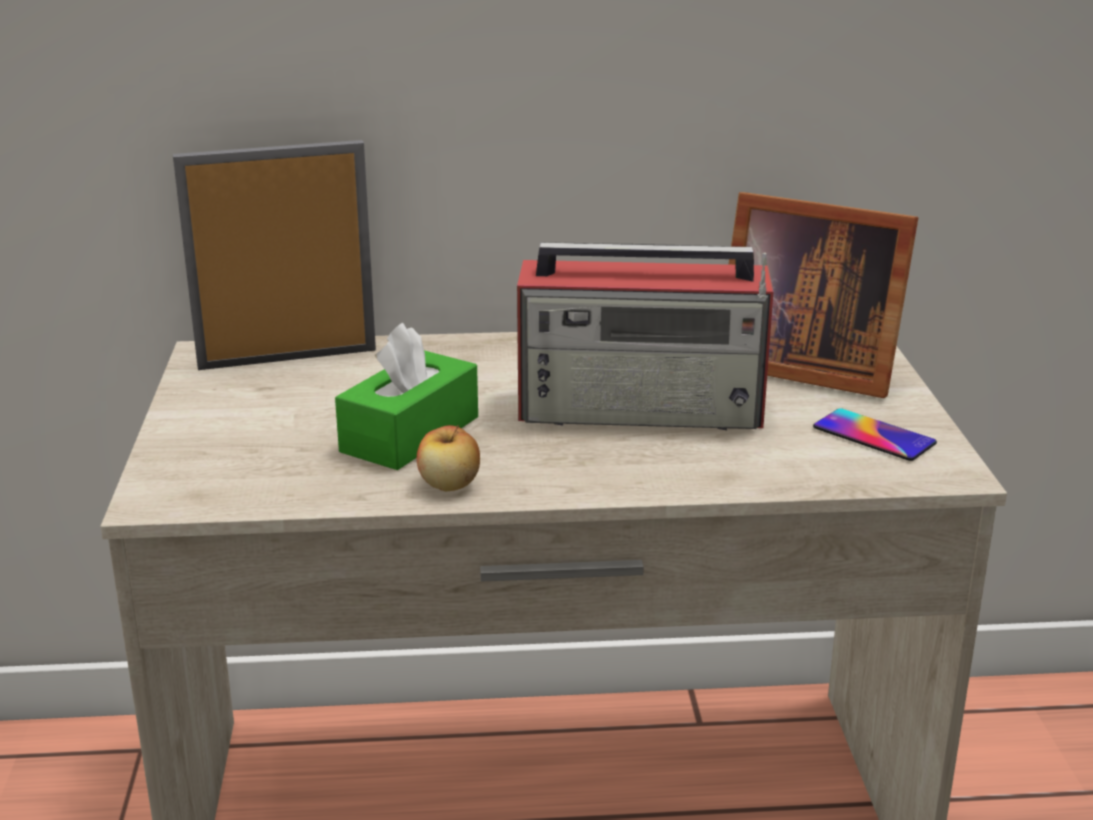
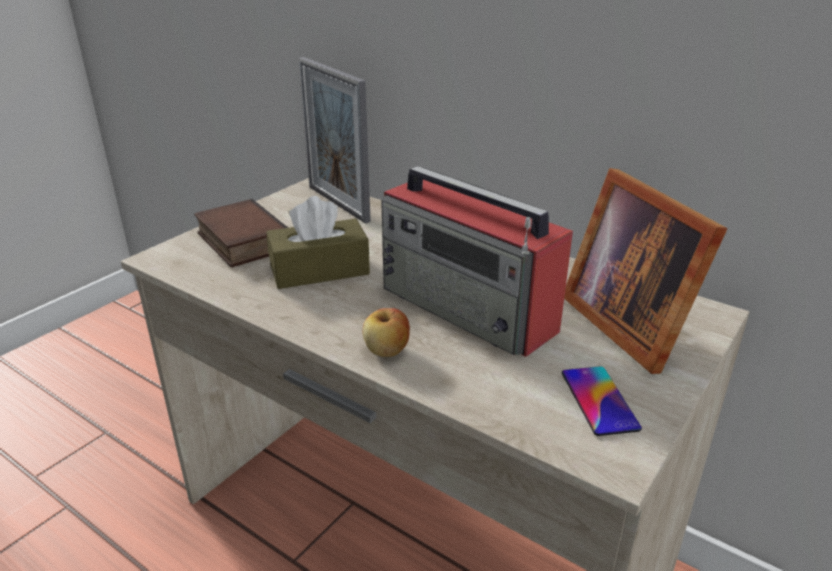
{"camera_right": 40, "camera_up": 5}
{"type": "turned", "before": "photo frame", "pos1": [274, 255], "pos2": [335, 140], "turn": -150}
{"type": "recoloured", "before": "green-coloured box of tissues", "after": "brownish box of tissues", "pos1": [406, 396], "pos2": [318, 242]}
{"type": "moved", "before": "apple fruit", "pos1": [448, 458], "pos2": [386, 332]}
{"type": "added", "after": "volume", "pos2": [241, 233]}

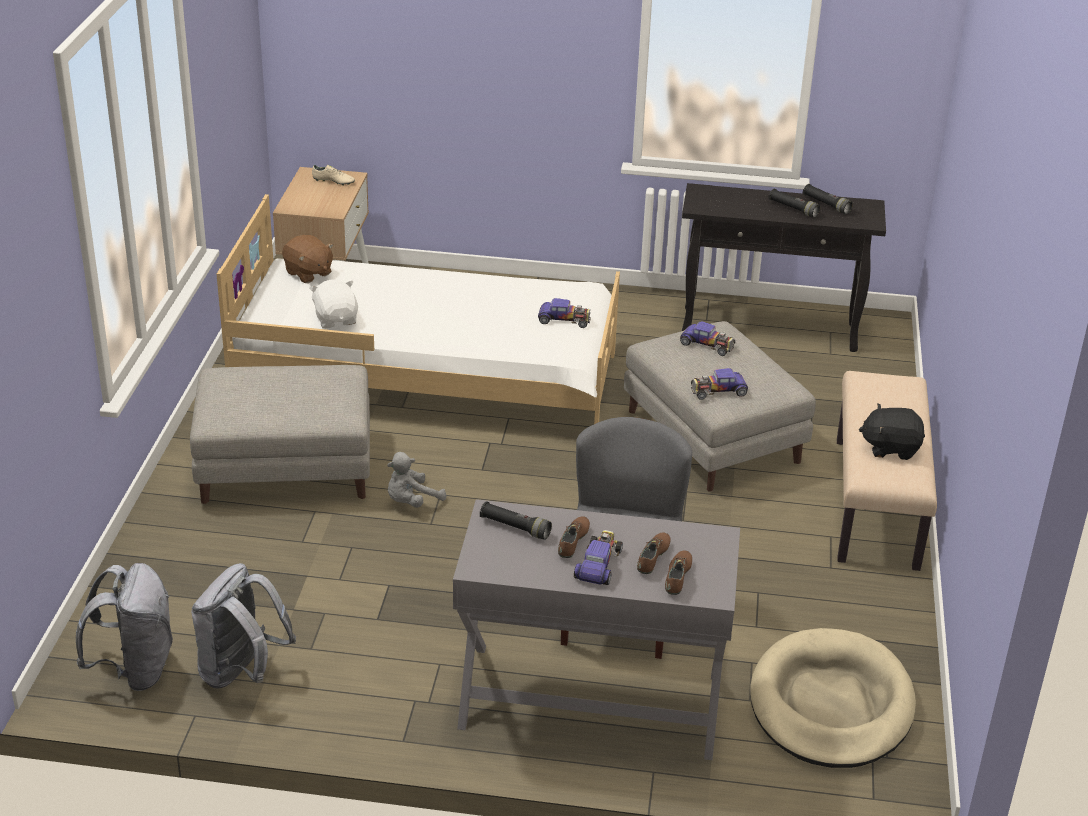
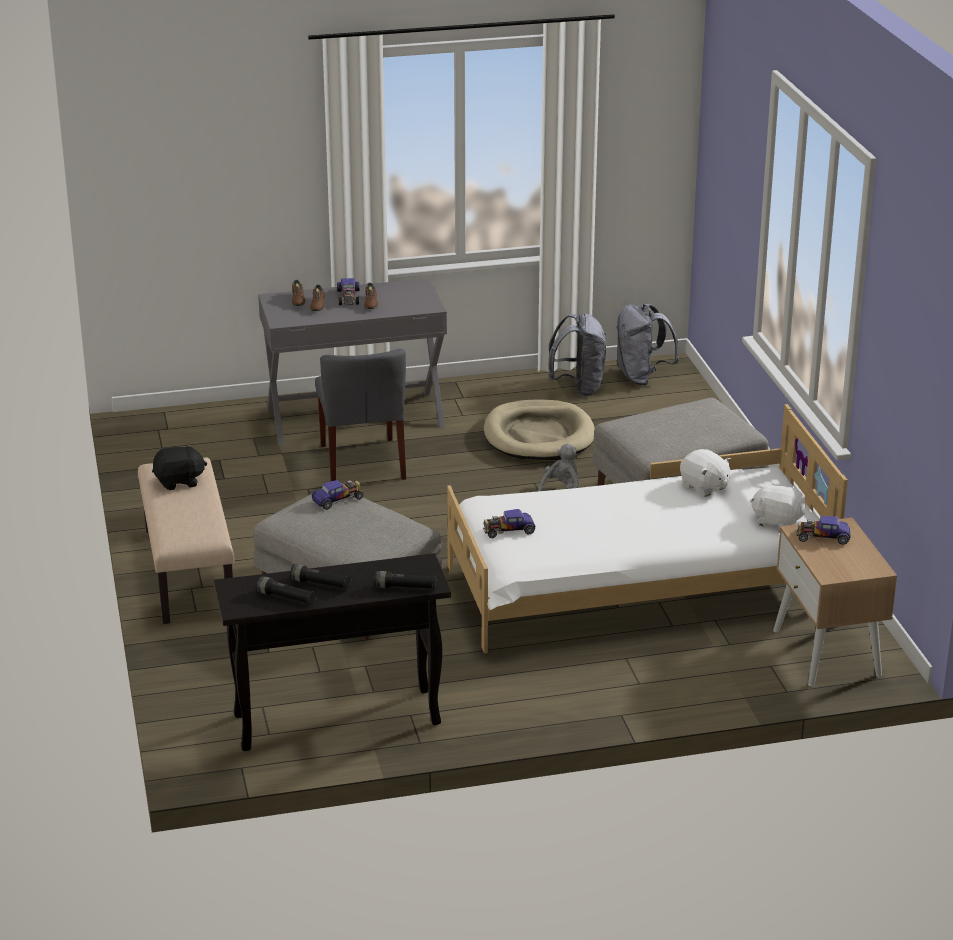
{"camera_right": 160, "camera_up": -5}
{"type": "recoloured", "before": "brownish cuddly toy", "after": "whitish cuddly toy", "pos1": [307, 259], "pos2": [778, 505]}
{"type": "removed", "before": "beige shoe", "pos1": [333, 175]}
{"type": "moved", "before": "blackish hand torch", "pos1": [516, 520], "pos2": [405, 580]}
{"type": "moved", "before": "miniature car", "pos1": [707, 338], "pos2": [824, 530]}
{"type": "moved", "before": "beige pet bed", "pos1": [833, 698], "pos2": [539, 429]}

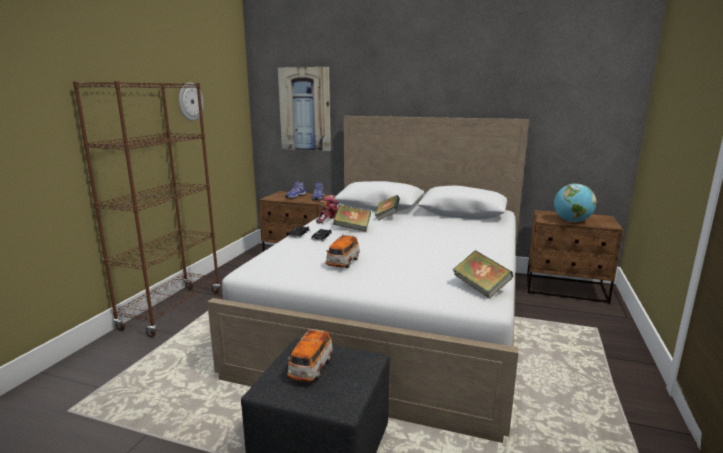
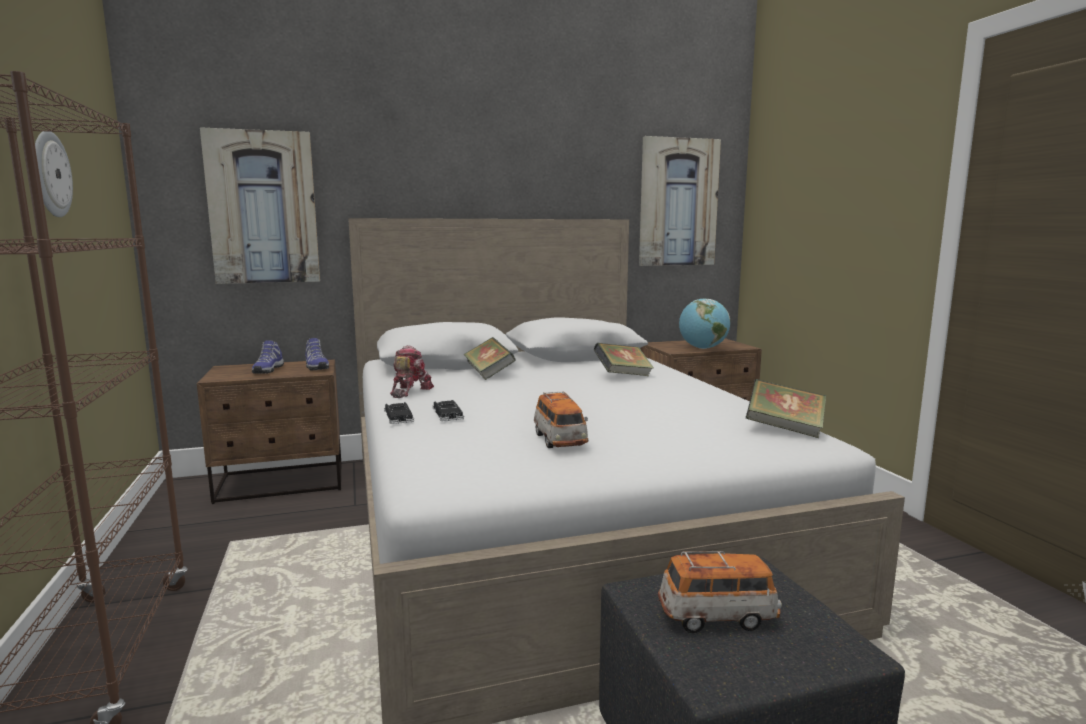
{"camera_right": -35, "camera_up": -5}
{"type": "turned", "before": "miniature car", "pos1": [310, 355], "pos2": [720, 592], "turn": -75}
{"type": "moved", "before": "volume", "pos1": [352, 218], "pos2": [624, 359]}
{"type": "added", "after": "wall art", "pos2": [680, 201]}

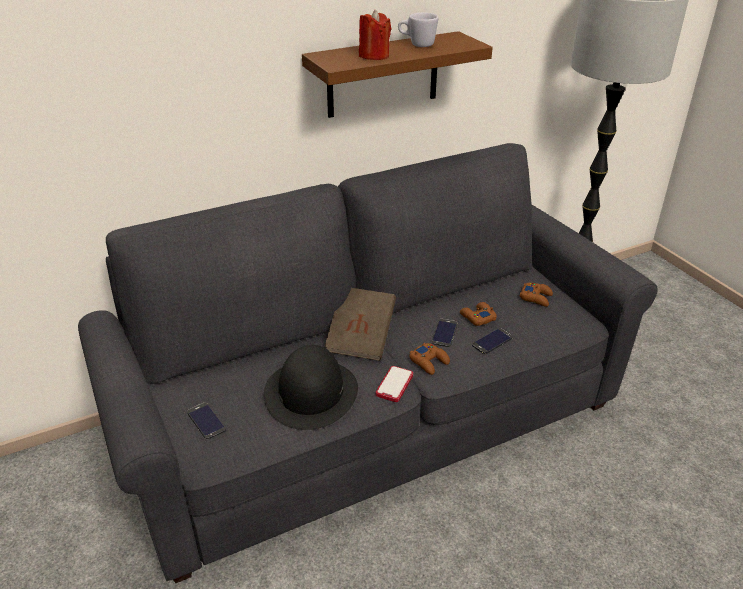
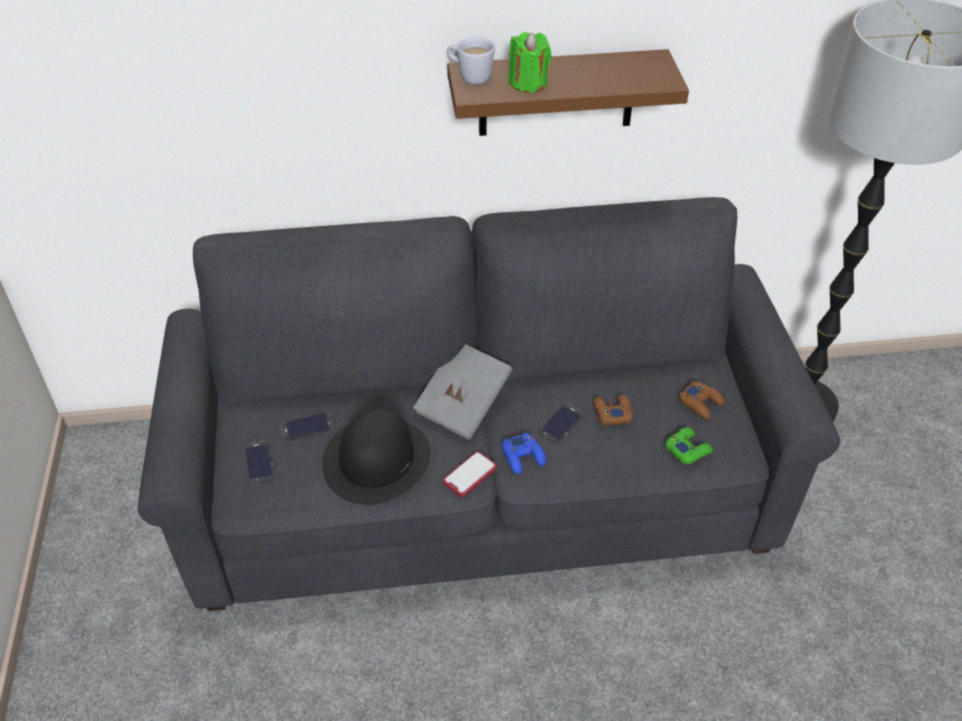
{"camera_right": 20, "camera_up": 10}
{"type": "recoloured", "before": "brownish volume", "after": "grey volume", "pos1": [360, 324], "pos2": [463, 392]}
{"type": "recoloured", "before": "reddish candle", "after": "green-coloured candle", "pos1": [375, 35], "pos2": [530, 62]}
{"type": "moved", "before": "whitish tea mug", "pos1": [418, 29], "pos2": [471, 60]}
{"type": "recoloured", "before": "brownish game controller", "after": "blue game controller", "pos1": [429, 359], "pos2": [523, 453]}
{"type": "moved", "before": "telephone", "pos1": [492, 341], "pos2": [307, 426]}
{"type": "added", "after": "green-coloured game controller", "pos2": [689, 445]}

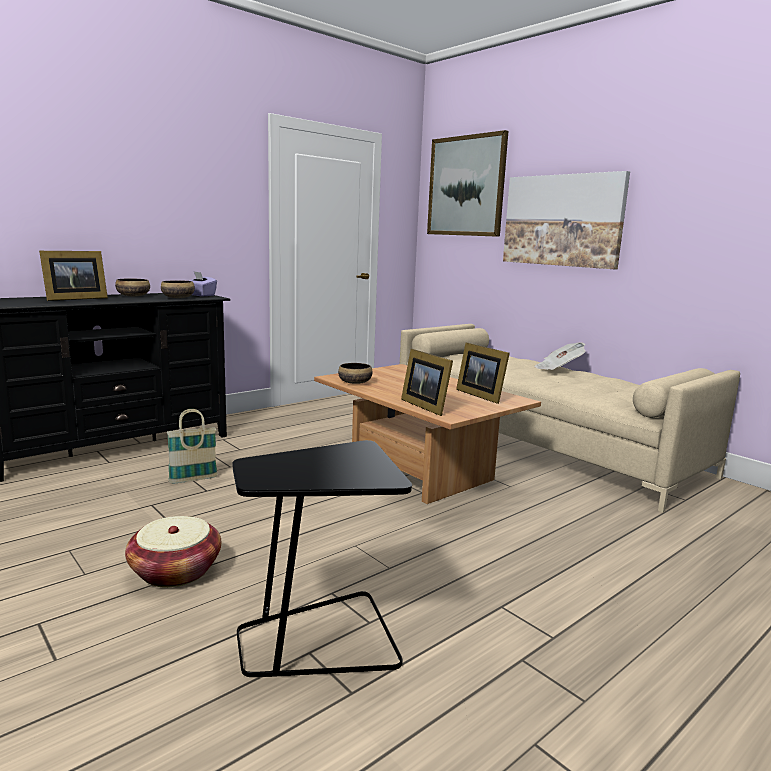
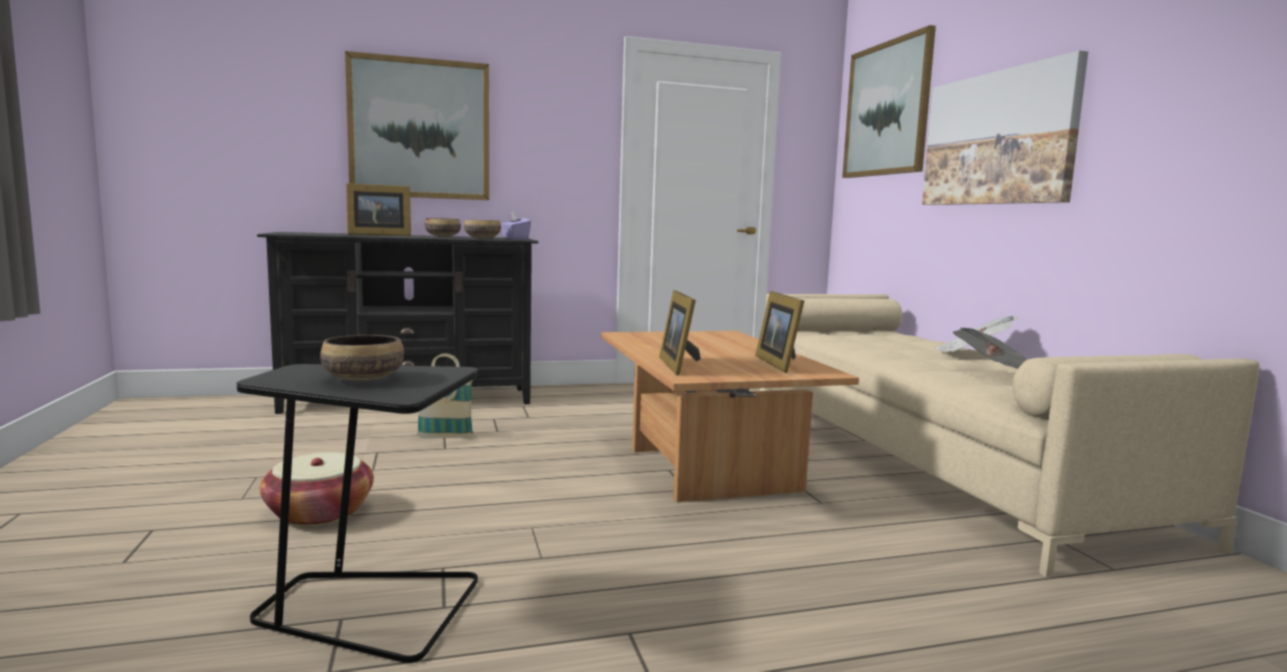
{"camera_right": 25, "camera_up": -5}
{"type": "moved", "before": "bowl", "pos1": [355, 373], "pos2": [362, 358]}
{"type": "added", "after": "wall art", "pos2": [417, 125]}
{"type": "added", "after": "printed paper", "pos2": [989, 348]}

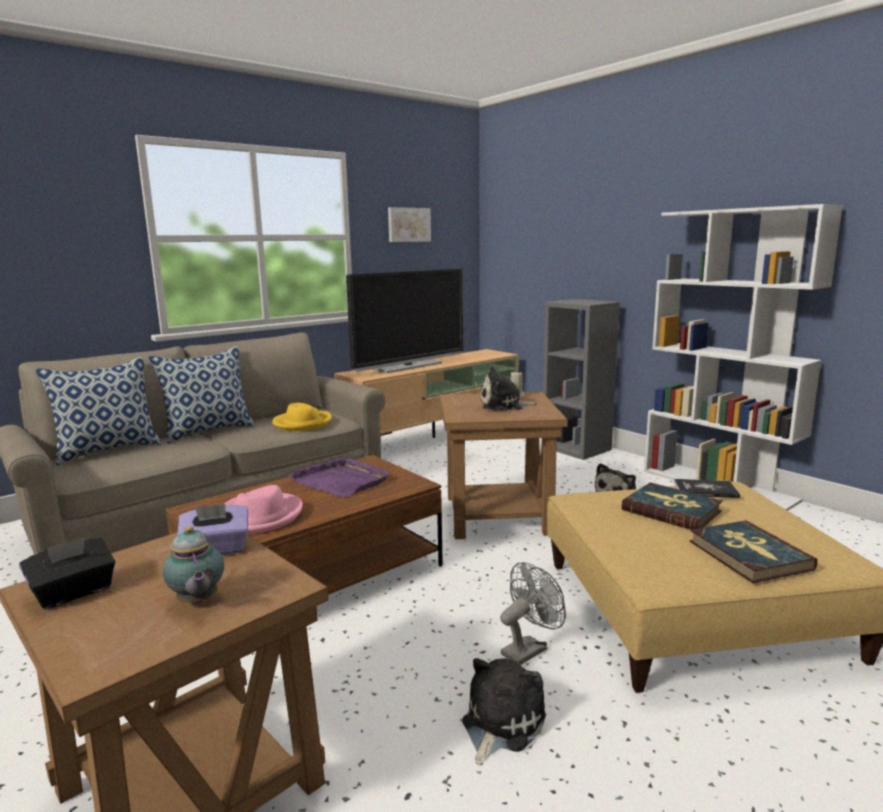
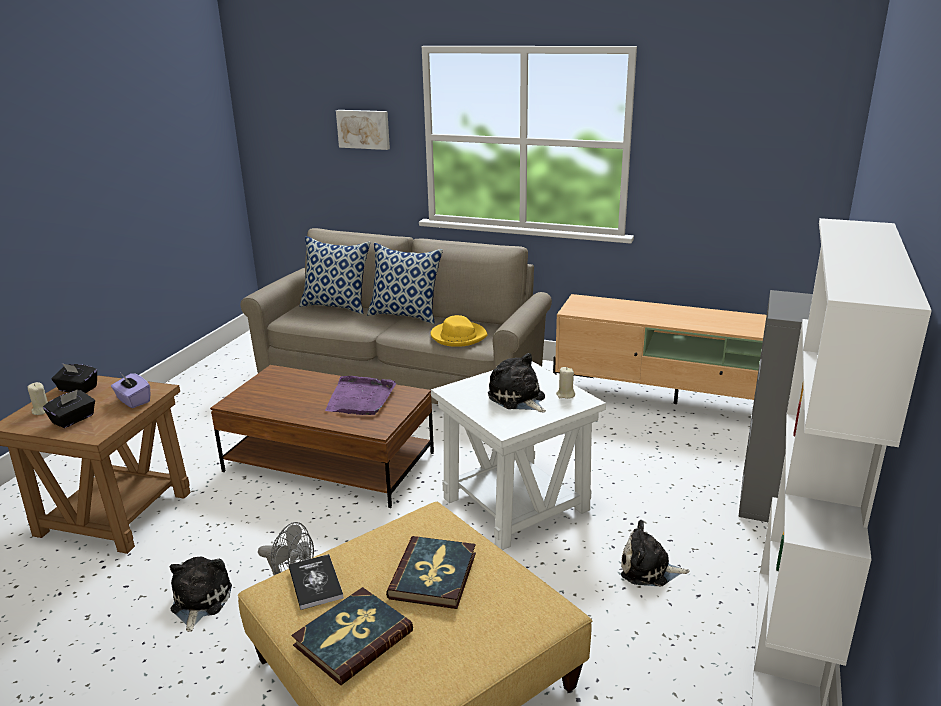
{"camera_right": 60, "camera_up": 10}
{"type": "replaced", "before": "teapot", "after": "blackish box of tissues", "pos1": [193, 565], "pos2": [69, 408]}
{"type": "removed", "before": "pinkish clothing hat", "pos1": [263, 509]}
{"type": "removed", "before": "TV", "pos1": [404, 321]}
{"type": "moved", "before": "wall art", "pos1": [409, 224], "pos2": [363, 130]}
{"type": "recoloured", "before": "brownish end table", "after": "whitish end table", "pos1": [503, 465], "pos2": [518, 455]}
{"type": "turned", "before": "cuddly toy", "pos1": [504, 712], "pos2": [200, 594], "turn": -90}
{"type": "moved", "before": "volume", "pos1": [707, 488], "pos2": [316, 582]}
{"type": "added", "after": "beige candle", "pos2": [38, 398]}

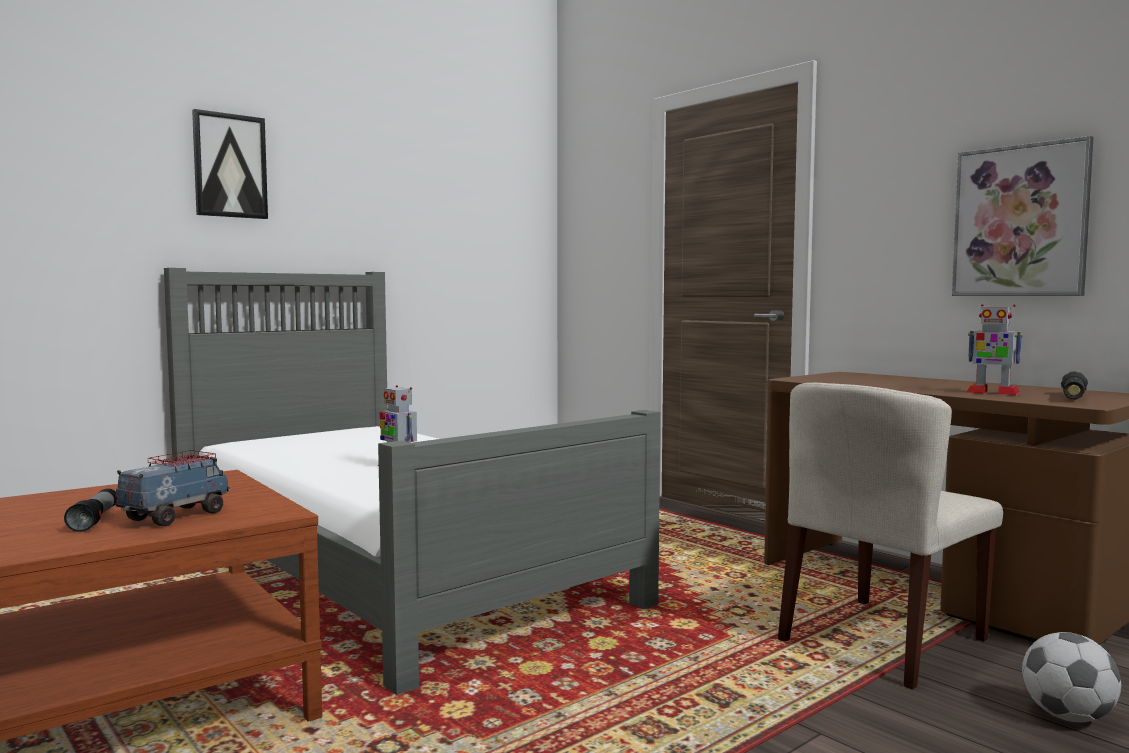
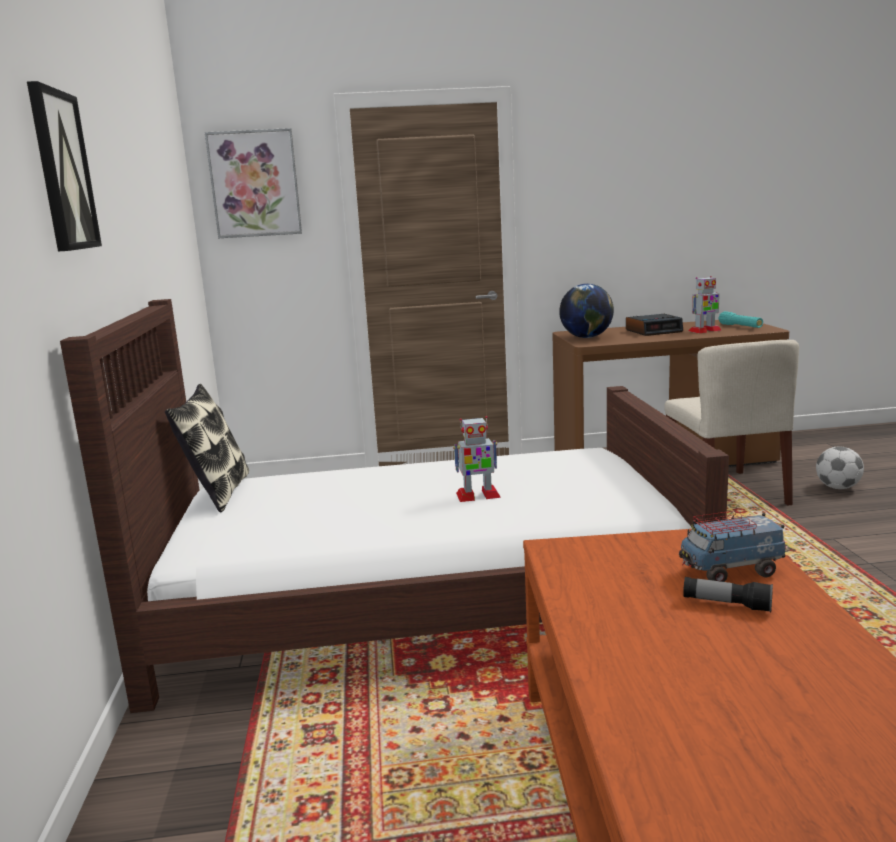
{"camera_right": -55, "camera_up": 10}
{"type": "turned", "before": "model truck", "pos1": [173, 488], "pos2": [732, 546], "turn": -75}
{"type": "recoloured", "before": "grey bed", "after": "brownish bed", "pos1": [412, 481], "pos2": [394, 506]}
{"type": "moved", "before": "wall art", "pos1": [1023, 216], "pos2": [253, 183]}
{"type": "recoloured", "before": "blackish hand torch", "after": "turquoise-coloured hand torch", "pos1": [1074, 385], "pos2": [740, 319]}
{"type": "added", "after": "cushion", "pos2": [207, 448]}
{"type": "added", "after": "globe", "pos2": [586, 311]}
{"type": "added", "after": "table clock", "pos2": [654, 325]}

